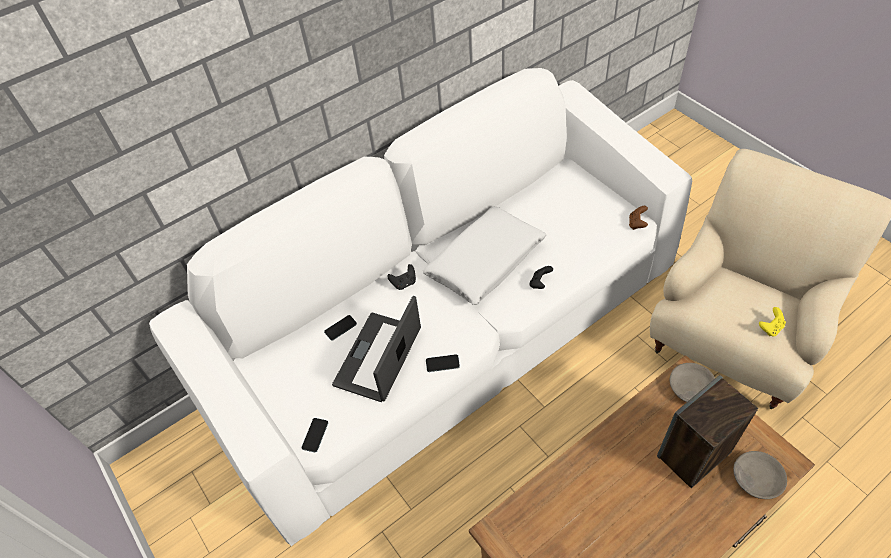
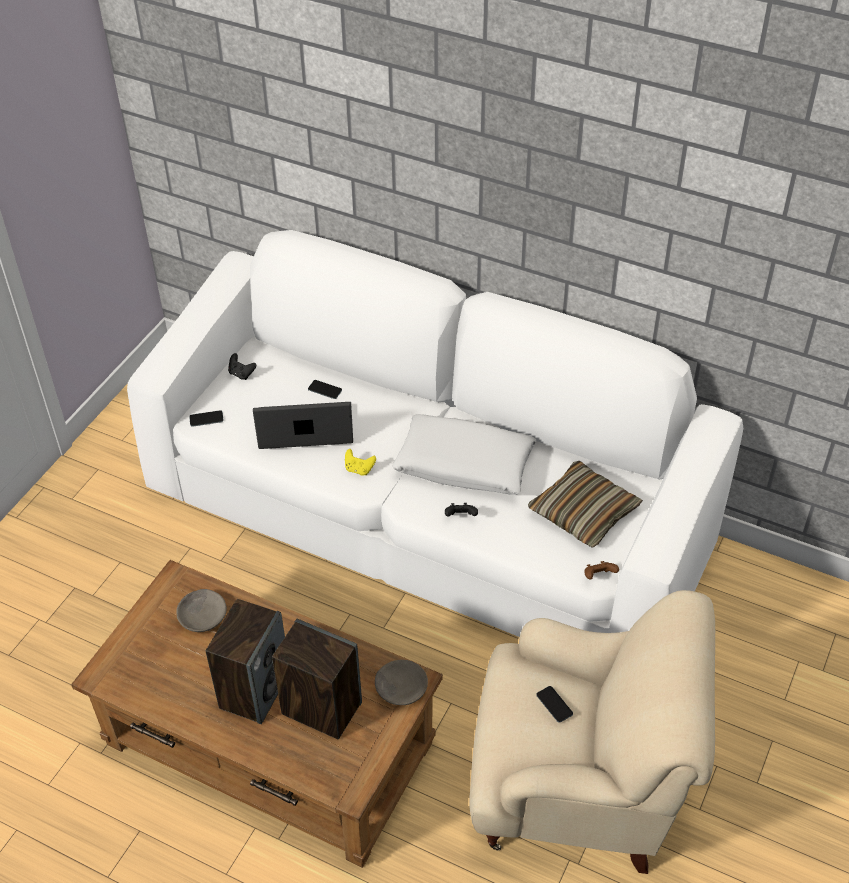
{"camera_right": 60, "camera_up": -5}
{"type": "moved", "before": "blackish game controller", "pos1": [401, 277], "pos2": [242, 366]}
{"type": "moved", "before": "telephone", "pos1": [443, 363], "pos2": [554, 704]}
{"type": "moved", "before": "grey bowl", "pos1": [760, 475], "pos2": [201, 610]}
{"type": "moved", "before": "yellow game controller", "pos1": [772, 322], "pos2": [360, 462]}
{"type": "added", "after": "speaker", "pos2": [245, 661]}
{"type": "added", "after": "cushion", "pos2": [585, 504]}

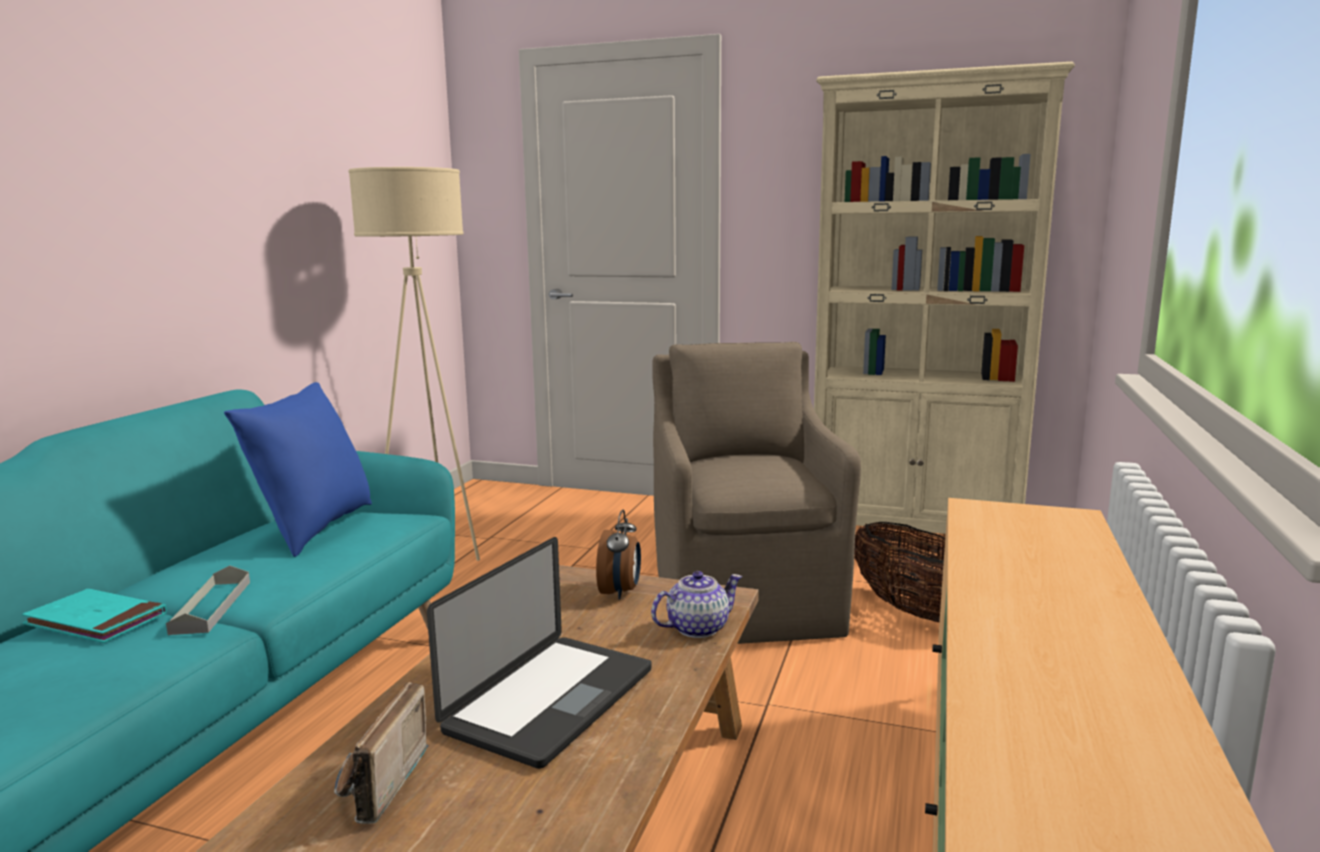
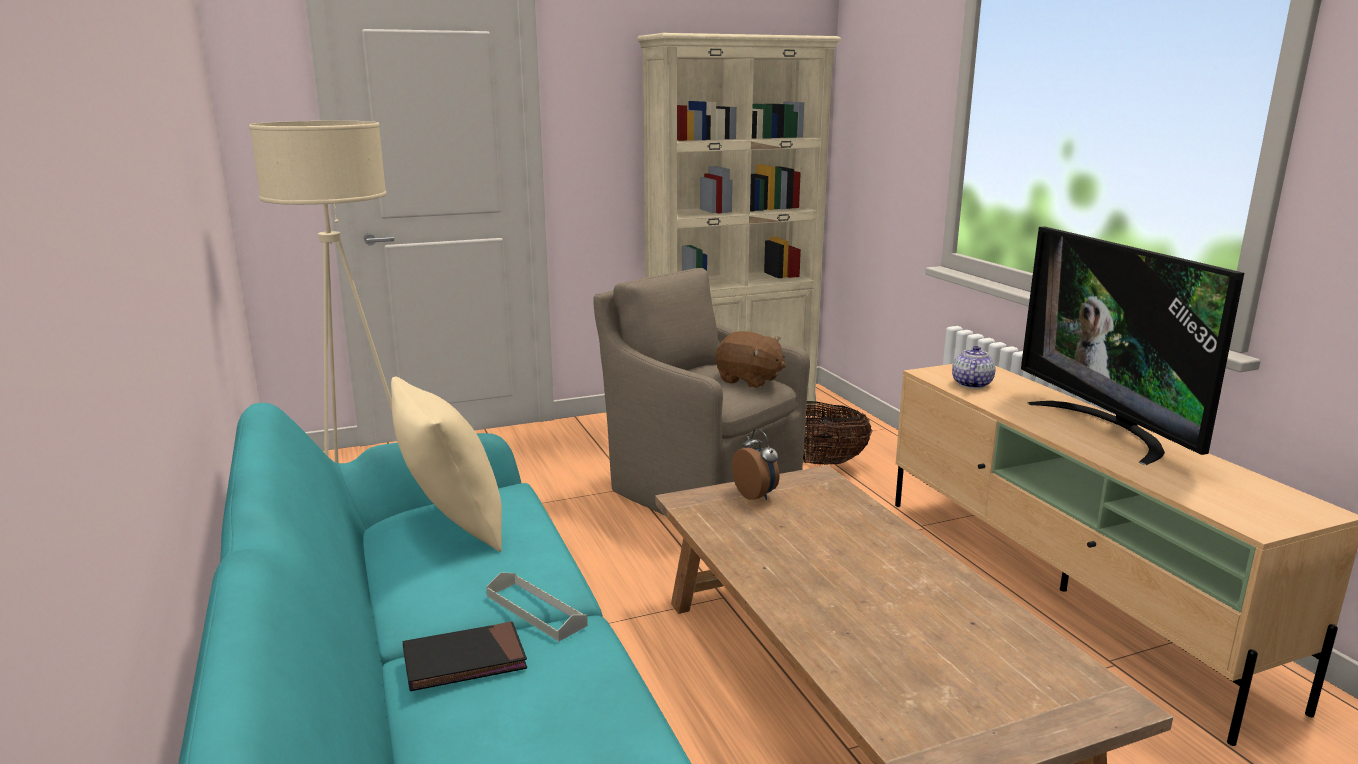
{"camera_right": -40, "camera_up": 5}
{"type": "recoloured", "before": "turquoise-coloured volume", "after": "blackish volume", "pos1": [94, 616], "pos2": [465, 656]}
{"type": "recoloured", "before": "blue cushion", "after": "beige cushion", "pos1": [298, 469], "pos2": [446, 464]}
{"type": "removed", "before": "radio receiver", "pos1": [381, 753]}
{"type": "removed", "before": "laptop", "pos1": [539, 653]}
{"type": "moved", "before": "teapot", "pos1": [696, 604], "pos2": [974, 367]}
{"type": "added", "after": "brownish cuddly toy", "pos2": [751, 359]}
{"type": "added", "after": "TV", "pos2": [1132, 346]}

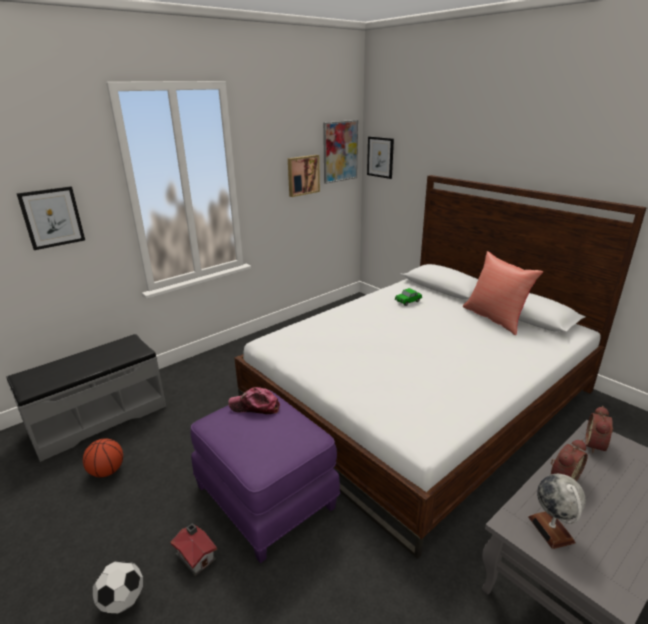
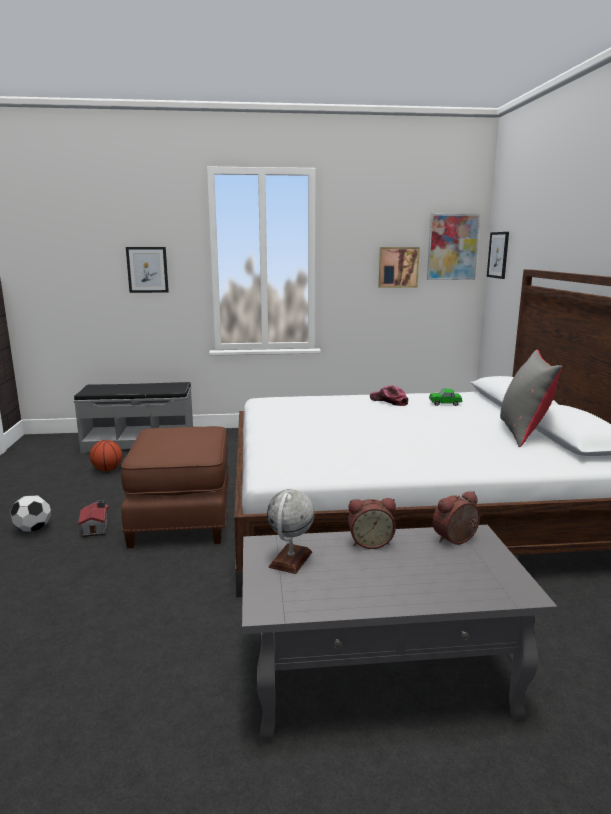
{"camera_right": 35, "camera_up": -10}
{"type": "recoloured", "before": "purple-coloured ottoman", "after": "brownish ottoman", "pos1": [265, 476], "pos2": [175, 487]}
{"type": "moved", "before": "cap", "pos1": [254, 401], "pos2": [389, 396]}
{"type": "recoloured", "before": "reddish cushion", "after": "grey cushion", "pos1": [503, 293], "pos2": [531, 398]}

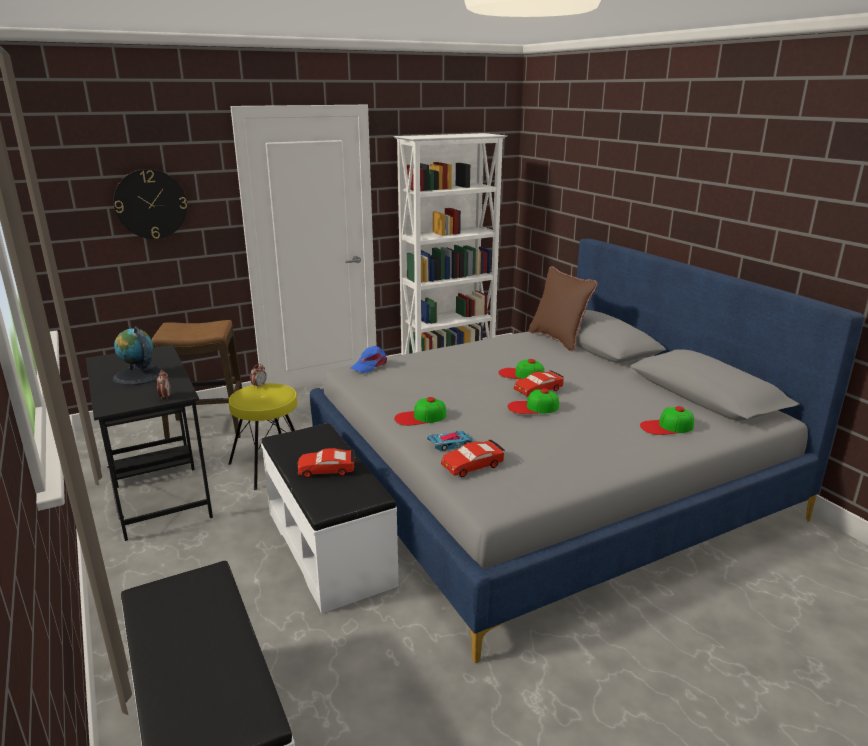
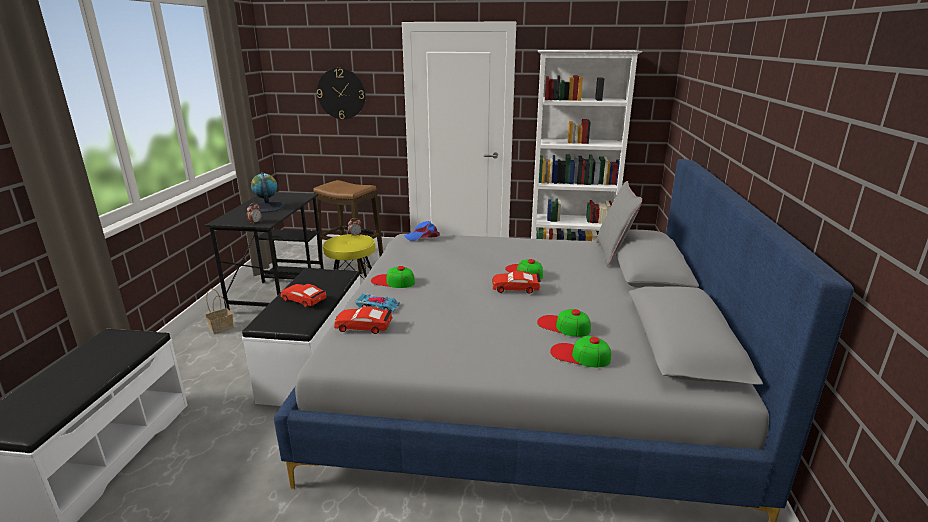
{"camera_right": 35, "camera_up": 0}
{"type": "moved", "before": "cap", "pos1": [533, 401], "pos2": [564, 323]}
{"type": "recoloured", "before": "brownish cushion", "after": "grey cushion", "pos1": [563, 308], "pos2": [619, 223]}
{"type": "added", "after": "basket", "pos2": [219, 311]}

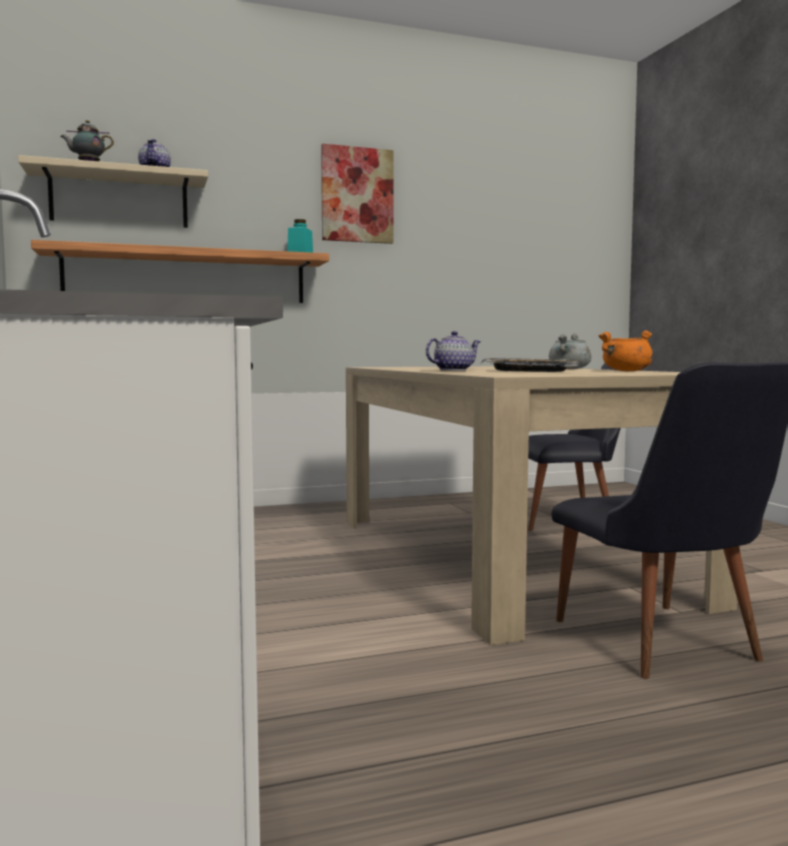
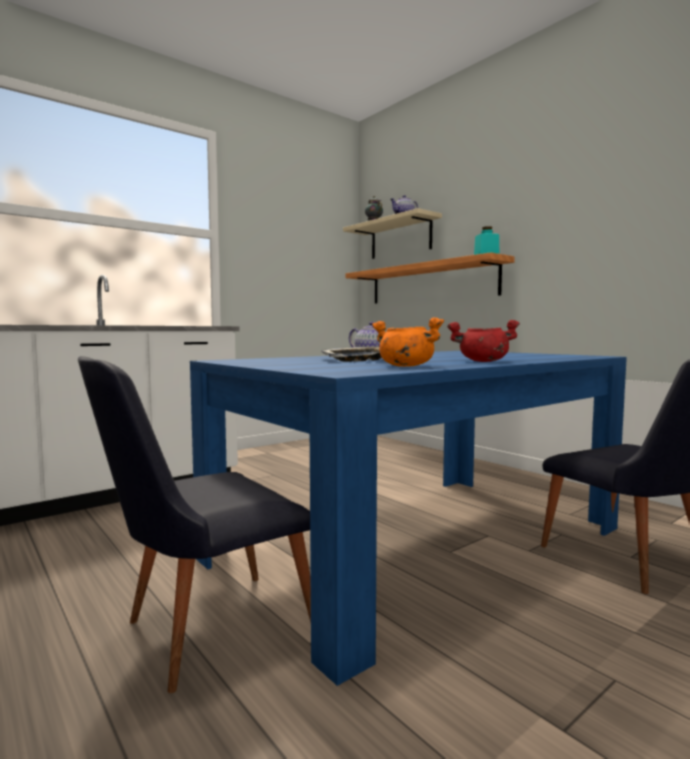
{"camera_right": 70, "camera_up": 0}
{"type": "removed", "before": "wall art", "pos1": [357, 194]}
{"type": "recoloured", "before": "beige kitchen table", "after": "blue kitchen table", "pos1": [543, 505], "pos2": [408, 518]}
{"type": "recoloured", "before": "grey cooking pot", "after": "reddish cooking pot", "pos1": [570, 351], "pos2": [483, 341]}

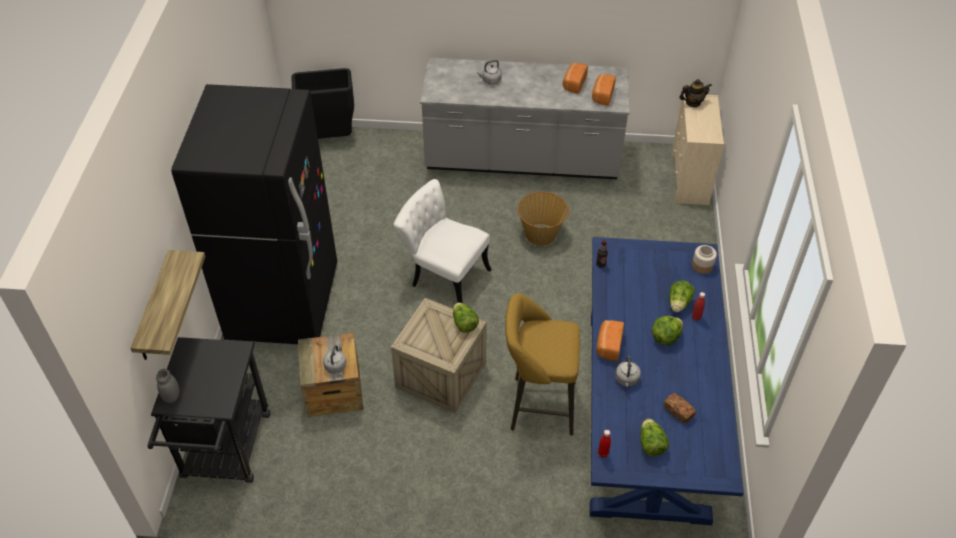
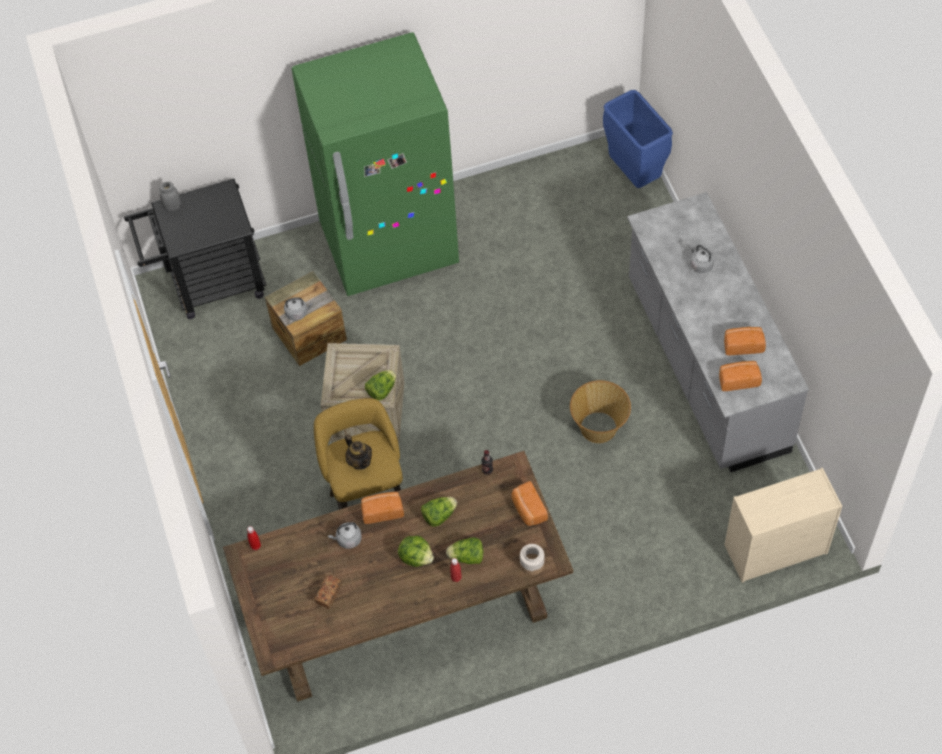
{"camera_right": 70, "camera_up": 10}
{"type": "removed", "before": "bracket shelf", "pos1": [167, 305]}
{"type": "recoloured", "before": "blackish kitchen fridge", "after": "green-coloured kitchen fridge", "pos1": [254, 215], "pos2": [375, 164]}
{"type": "recoloured", "before": "blackish trash can", "after": "blue trash can", "pos1": [322, 103], "pos2": [638, 139]}
{"type": "removed", "before": "whitish upright chair", "pos1": [442, 241]}
{"type": "recoloured", "before": "blue kitchen table", "after": "brownish kitchen table", "pos1": [667, 381], "pos2": [398, 576]}
{"type": "moved", "before": "head of lettuce", "pos1": [654, 437], "pos2": [439, 512]}
{"type": "moved", "before": "teapot", "pos1": [695, 93], "pos2": [358, 452]}
{"type": "added", "after": "bread", "pos2": [529, 503]}

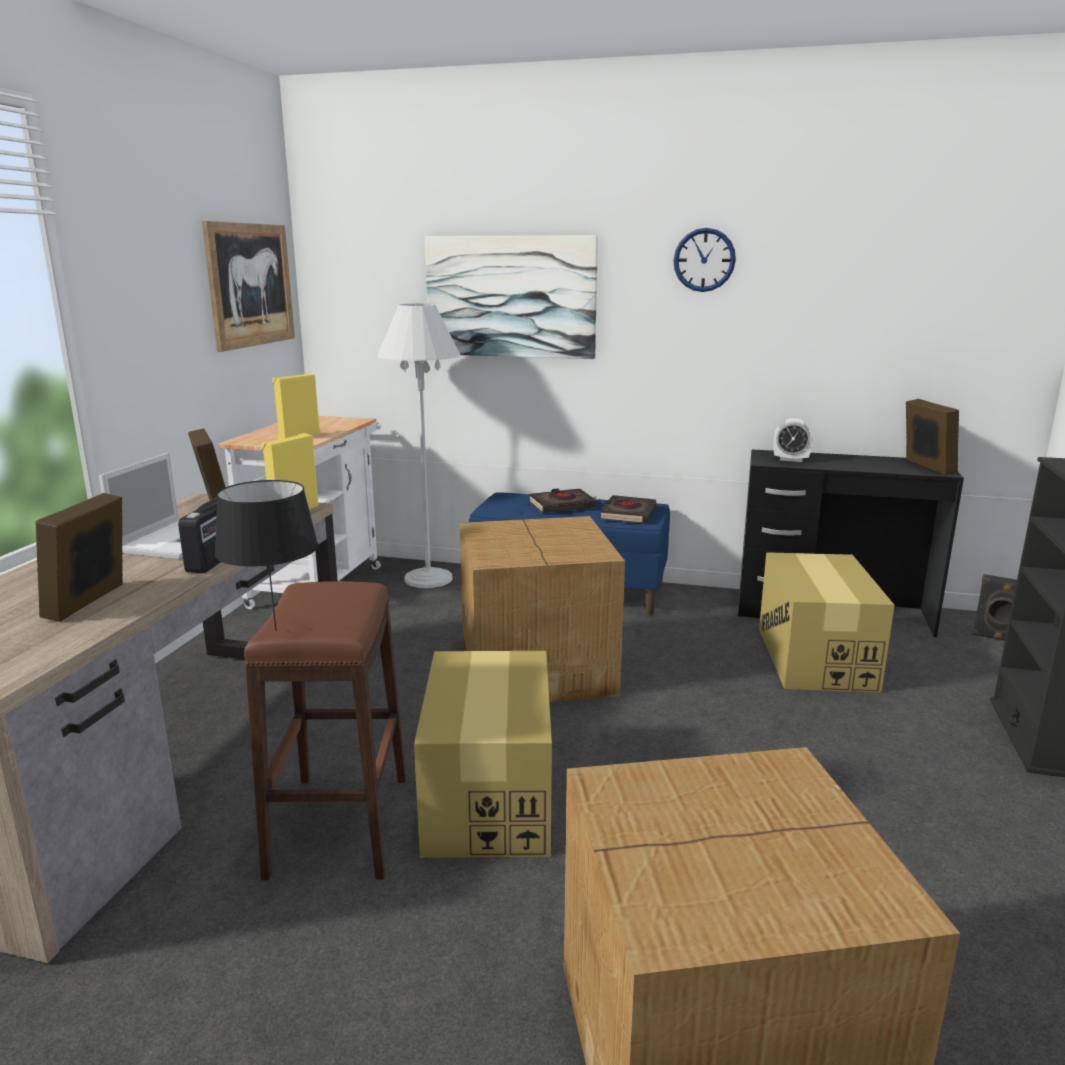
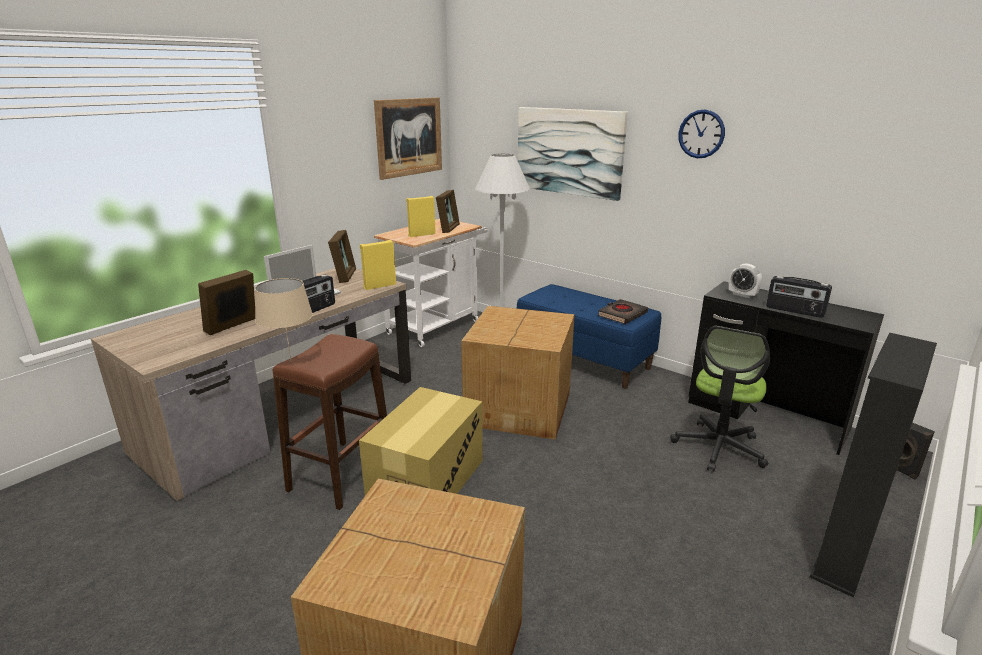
{"camera_right": 25, "camera_up": 5}
{"type": "recoloured", "before": "blackish tabletop lamp", "after": "beige tabletop lamp", "pos1": [266, 555], "pos2": [284, 319]}
{"type": "removed", "before": "blackish volume", "pos1": [563, 500]}
{"type": "replaced", "before": "packing box", "after": "office chair", "pos1": [827, 622], "pos2": [720, 399]}
{"type": "moved", "before": "photo frame", "pos1": [932, 437], "pos2": [448, 211]}
{"type": "added", "after": "radio receiver", "pos2": [799, 297]}

